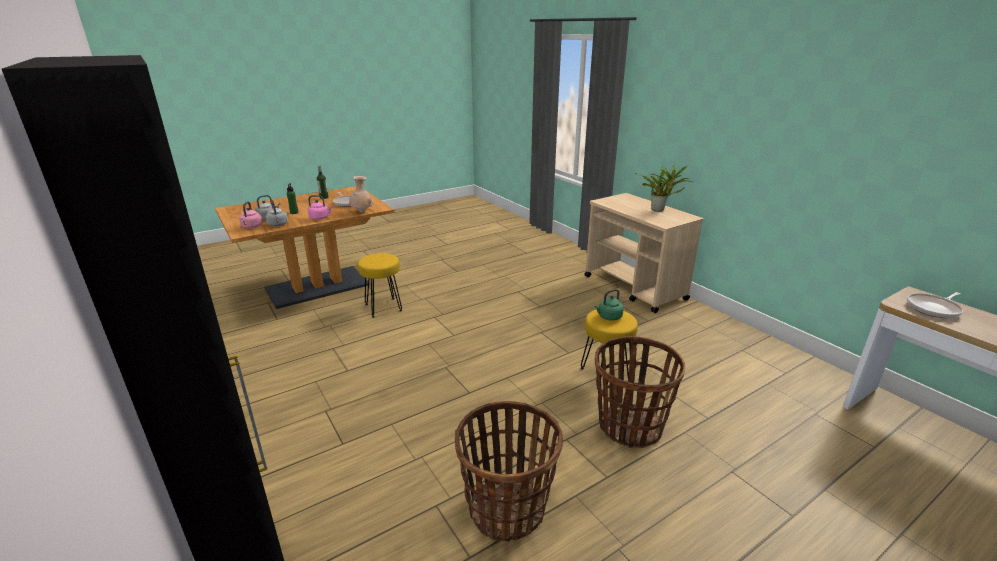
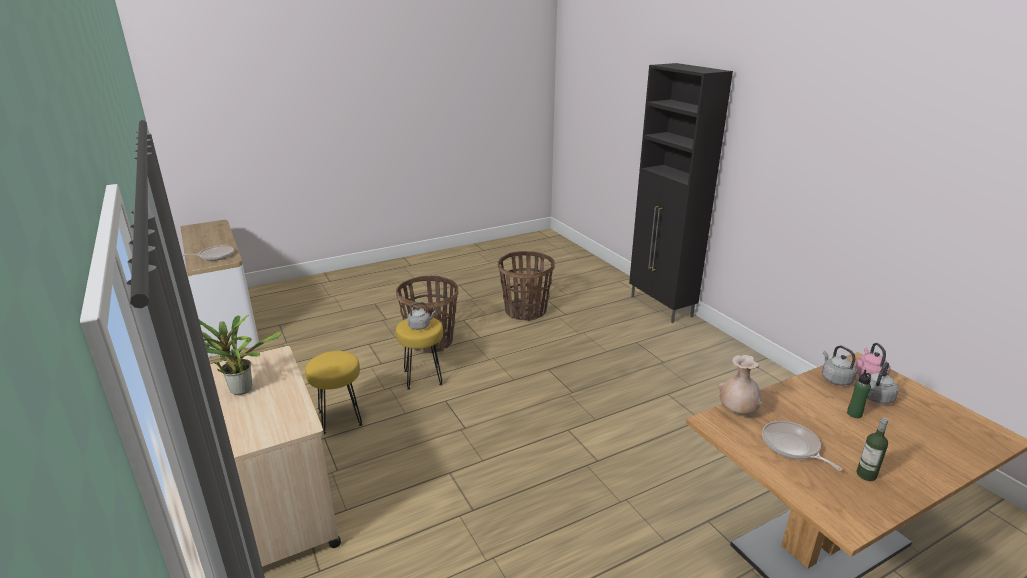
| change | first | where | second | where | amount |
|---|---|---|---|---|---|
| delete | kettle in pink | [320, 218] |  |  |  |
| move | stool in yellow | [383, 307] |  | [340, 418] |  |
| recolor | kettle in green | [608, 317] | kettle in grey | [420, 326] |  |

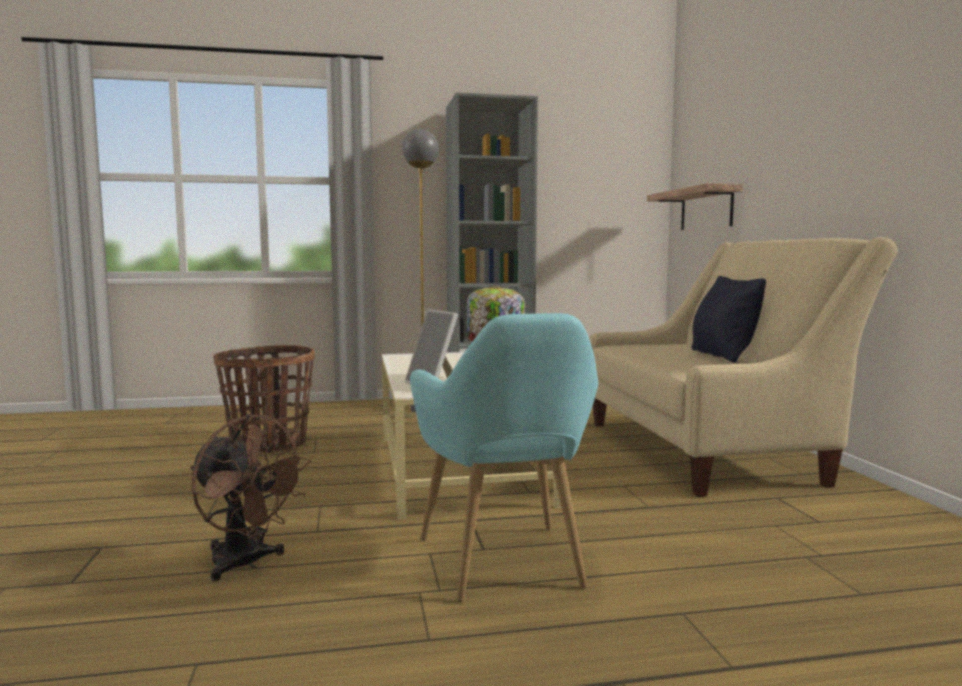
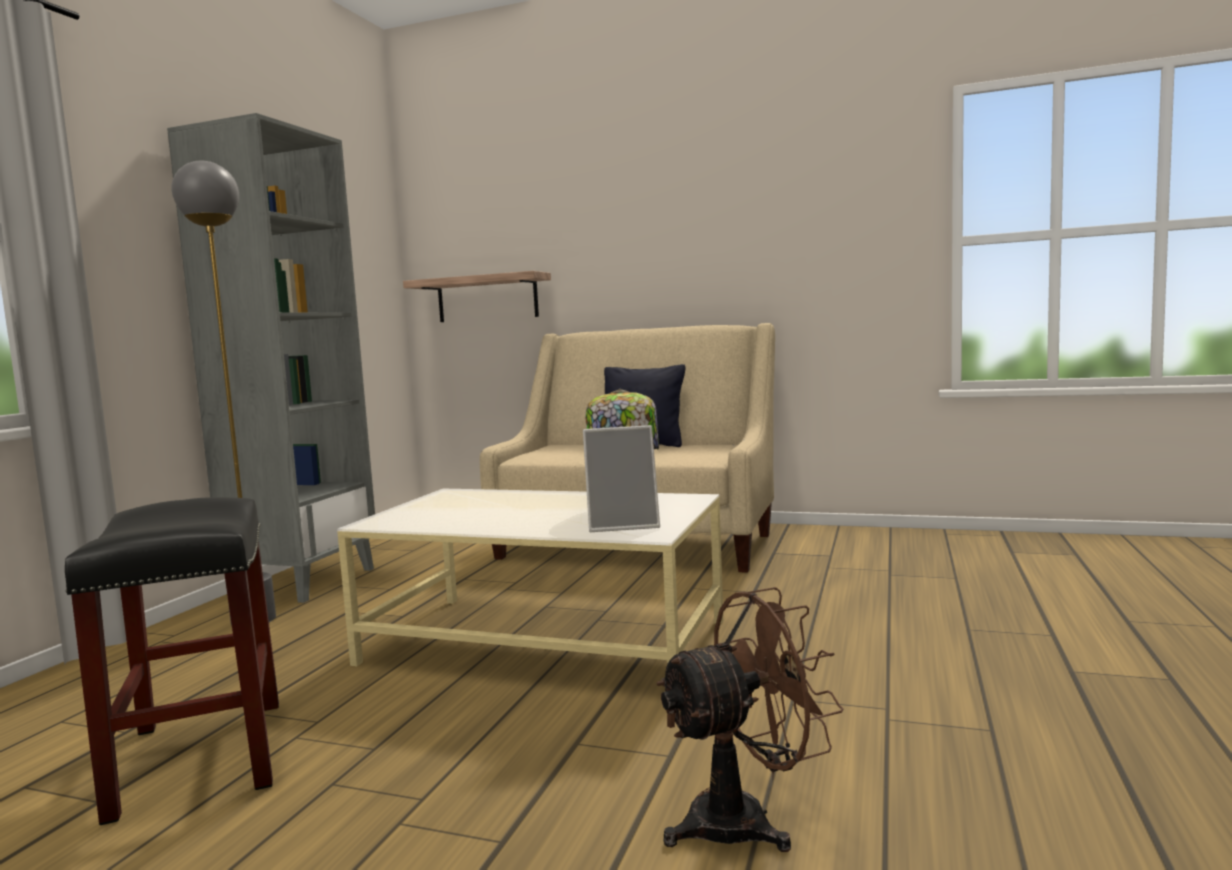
| change | first | where | second | where | amount |
|---|---|---|---|---|---|
| delete | armchair in turquoise | [506, 568] |  |  |  |
| replace | basket | [268, 445] | stool in black | [202, 757] |  |

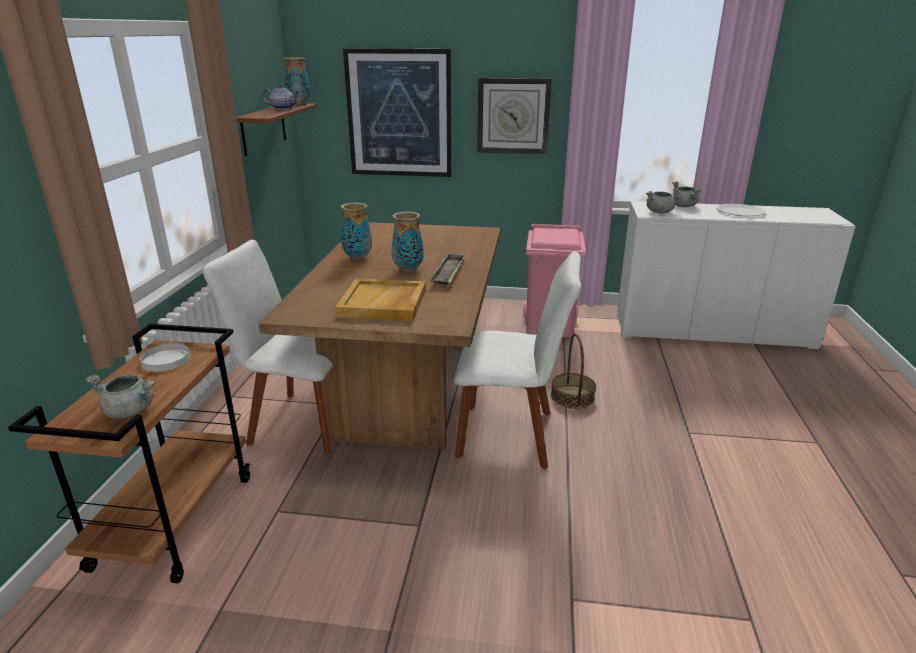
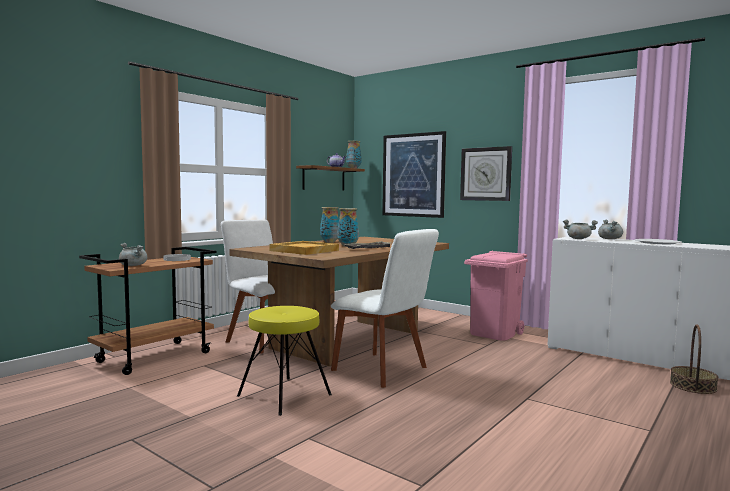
| change | first | where | second | where | amount |
|---|---|---|---|---|---|
| move | basket | [572, 397] |  | [693, 386] |  |
| insert |  |  | stool in yellow | [283, 395] |  |

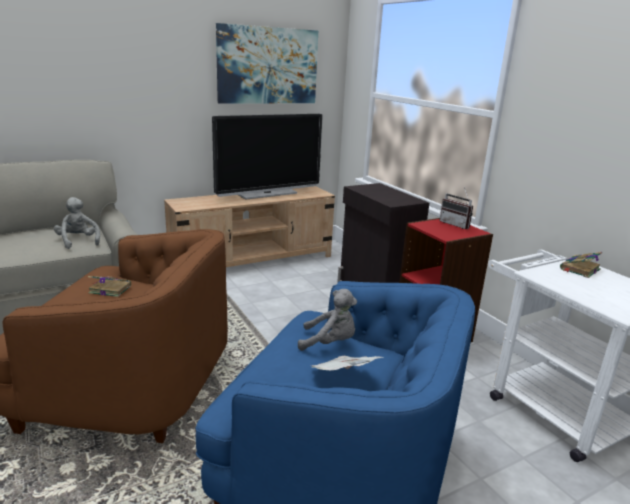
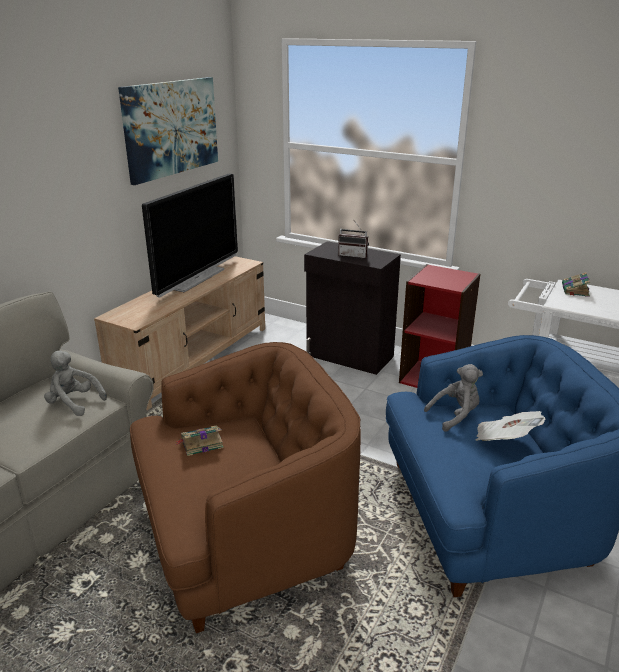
| change | first | where | second | where | amount |
|---|---|---|---|---|---|
| move | radio | [456, 224] |  | [353, 255] |  |

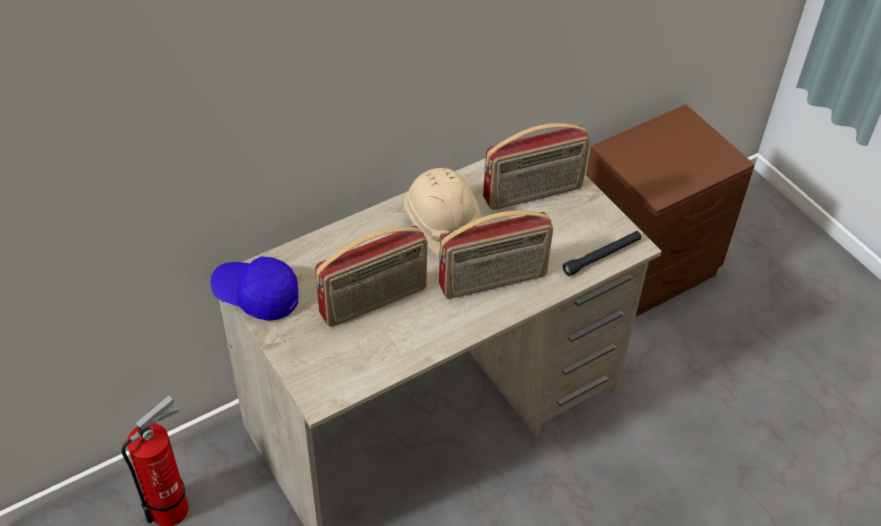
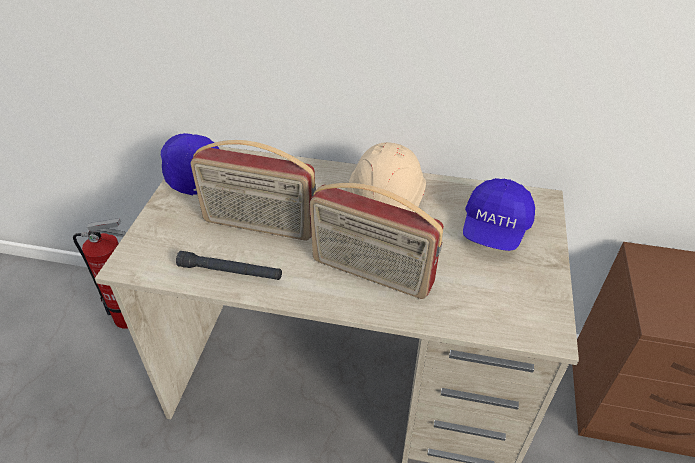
| change | first | where | second | where | amount |
|---|---|---|---|---|---|
| replace | radio | [533, 194] | cap in blue | [494, 229] |  |
| move | flashlight in black | [602, 256] |  | [230, 272] |  |

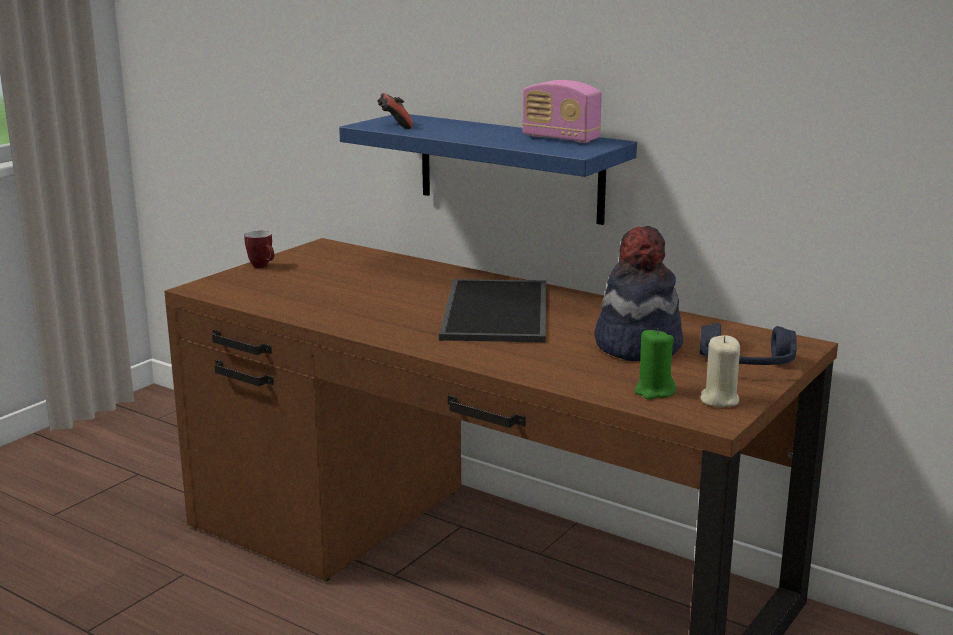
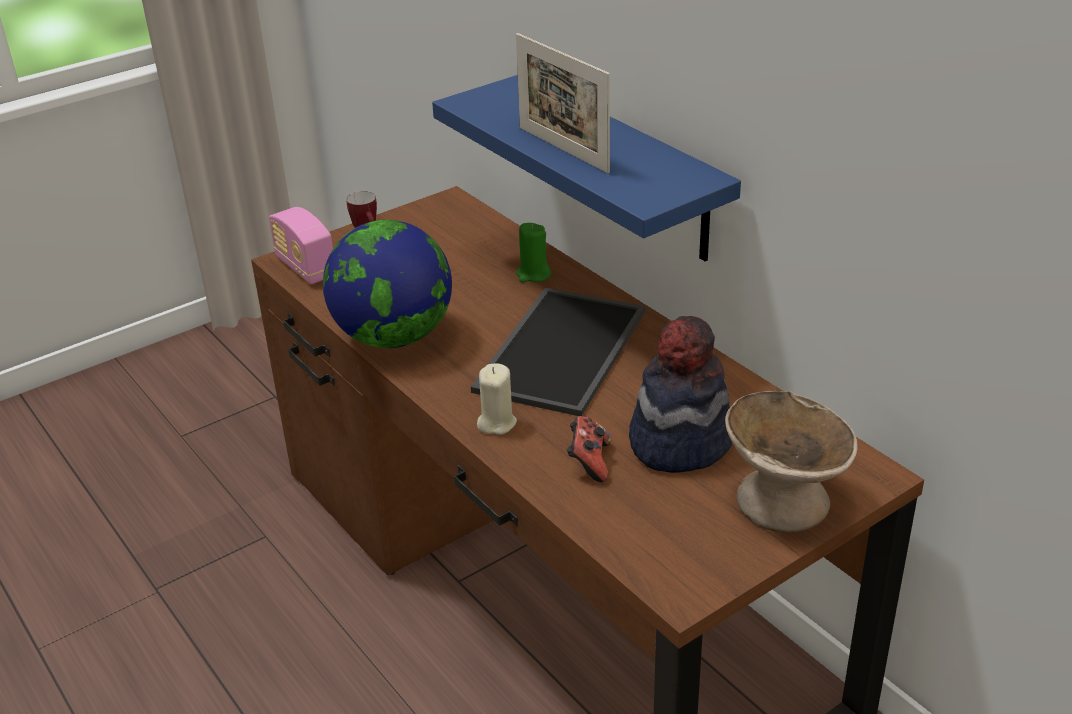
| change | first | where | second | where | amount |
|---|---|---|---|---|---|
| move | radio | [560, 138] |  | [305, 268] |  |
| move | game controller | [394, 125] |  | [589, 462] |  |
| replace | headphones in blue | [746, 365] | bowl in beige | [782, 502] |  |
| move | candle in green | [654, 392] |  | [533, 275] |  |
| move | candle in beige | [719, 400] |  | [496, 423] |  |
| insert |  |  | picture frame | [563, 149] |  |
| insert |  |  | globe | [394, 337] |  |

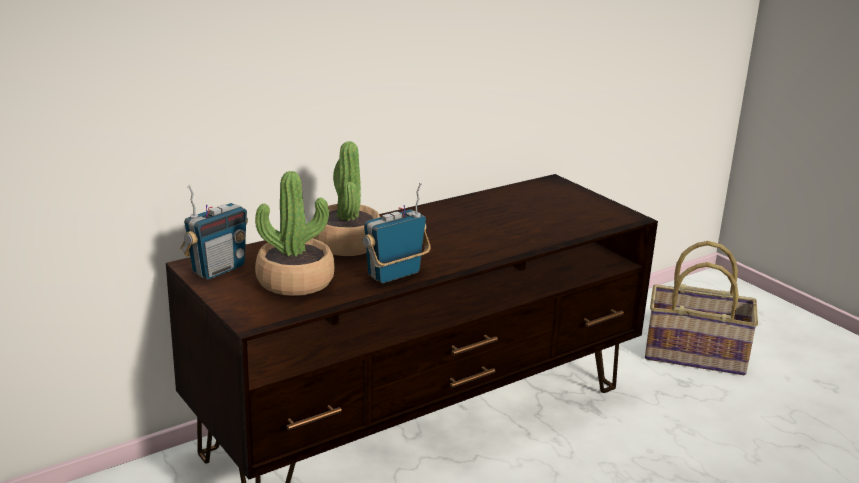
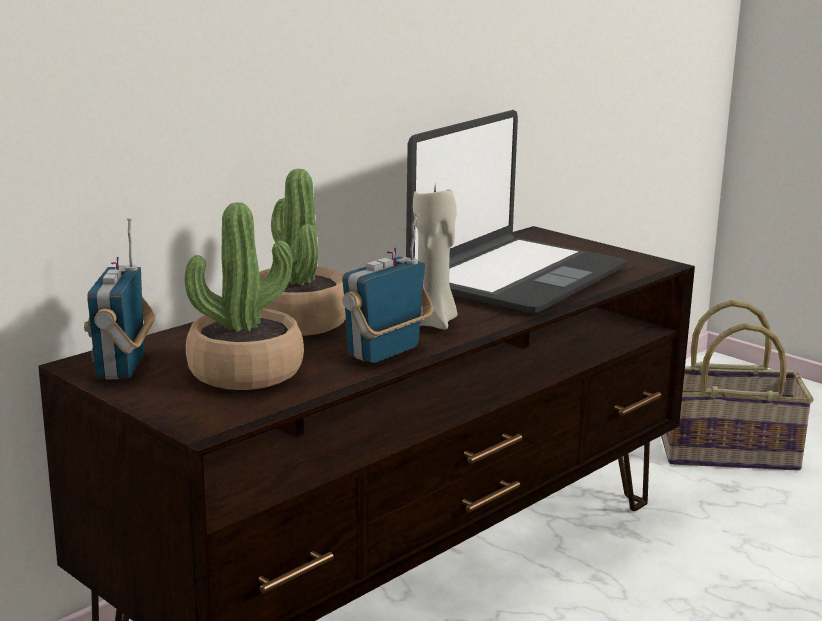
| change | first | where | second | where | amount |
|---|---|---|---|---|---|
| rotate | radio | [218, 269] |  | [123, 367] | 150 degrees clockwise |
| insert |  |  | laptop | [515, 277] |  |
| insert |  |  | candle in beige | [433, 323] |  |

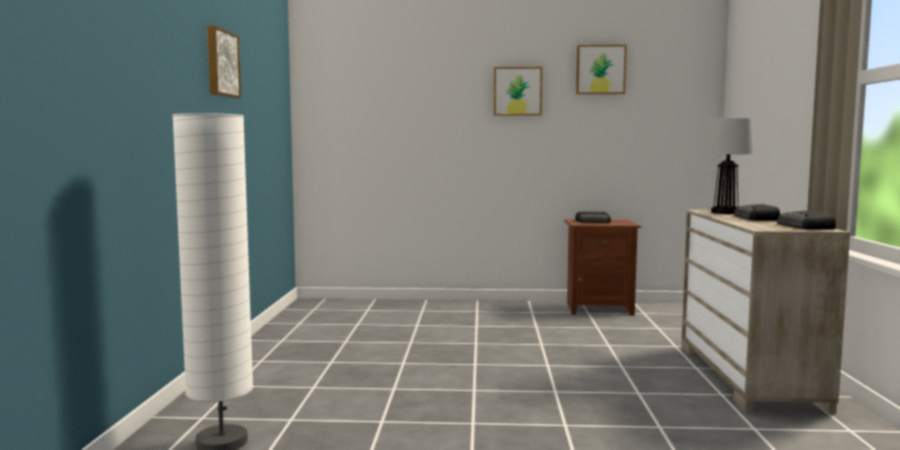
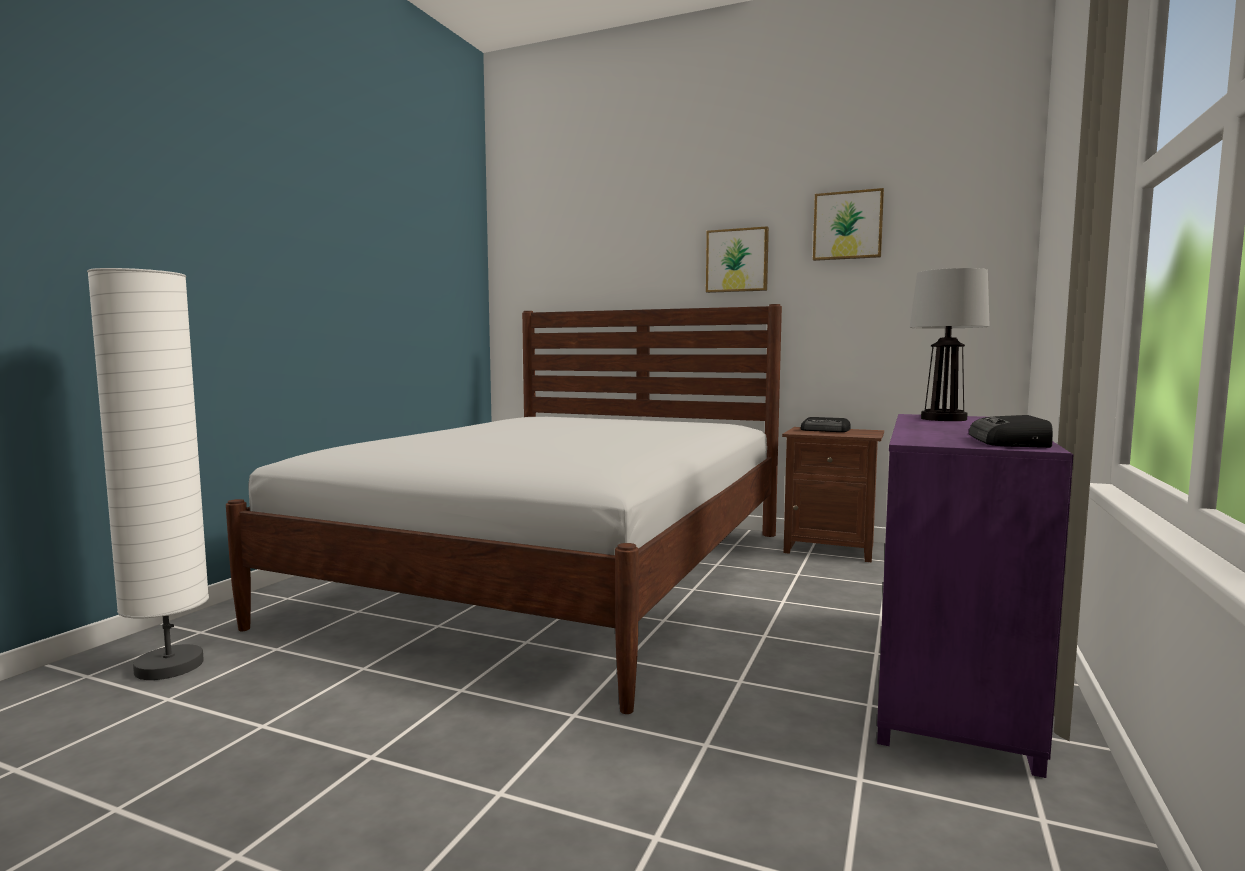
| change | first | where | second | where | amount |
|---|---|---|---|---|---|
| delete | picture | [221, 63] |  |  |  |
| delete | radio | [757, 218] |  |  |  |
| recolor | dresser in beige | [749, 375] | dresser in purple | [952, 679] |  |
| insert |  |  | bed in white | [560, 573] |  |

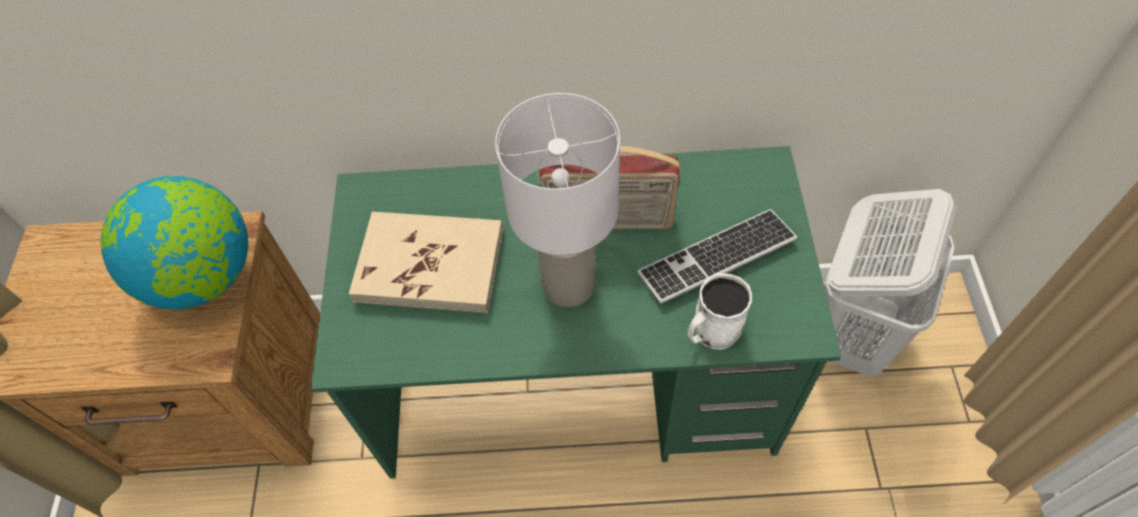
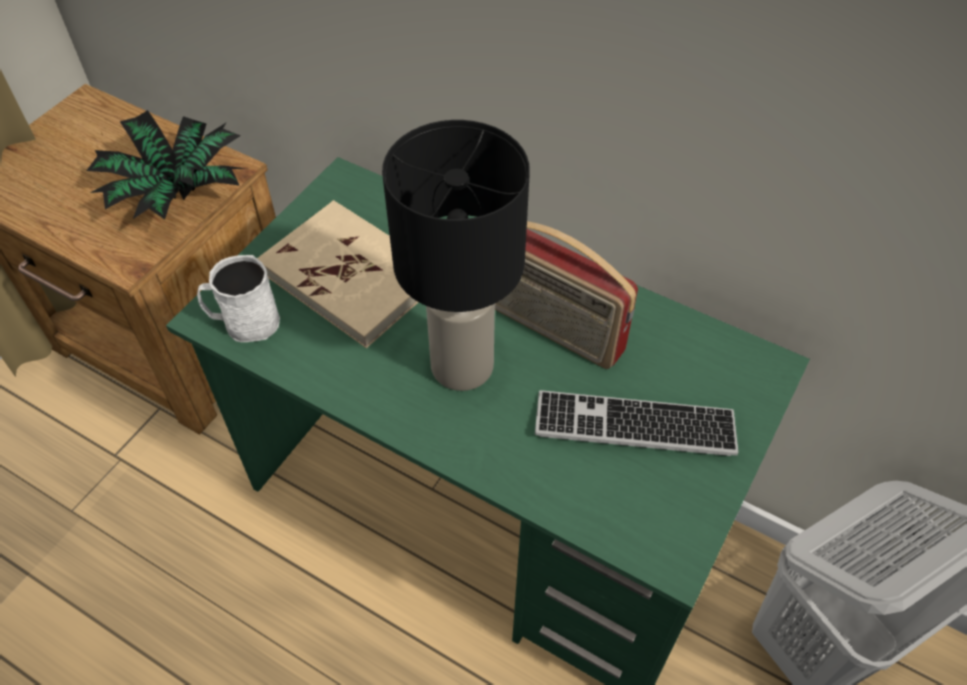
| change | first | where | second | where | amount |
|---|---|---|---|---|---|
| recolor | table lamp in white | [567, 286] | table lamp in black | [460, 367] |  |
| replace | globe | [204, 277] | potted plant | [177, 193] |  |
| move | mug in white | [711, 331] |  | [244, 323] |  |

